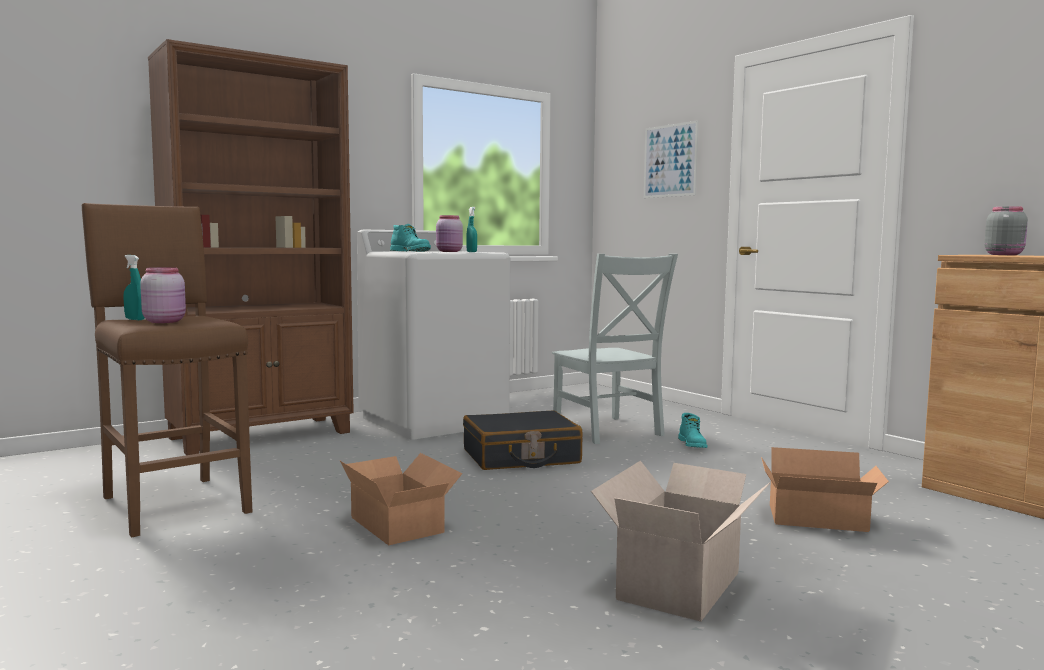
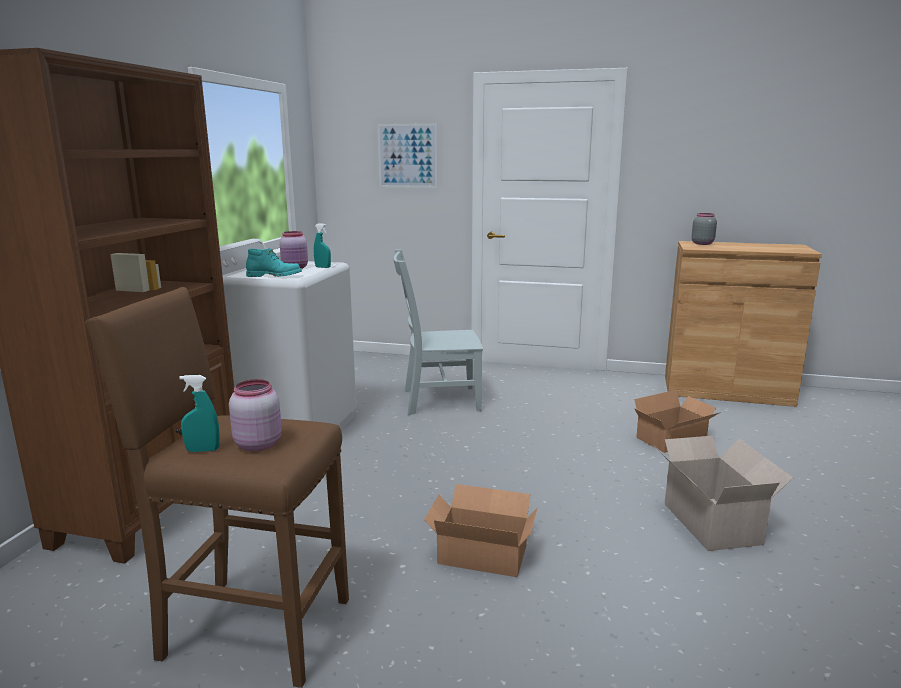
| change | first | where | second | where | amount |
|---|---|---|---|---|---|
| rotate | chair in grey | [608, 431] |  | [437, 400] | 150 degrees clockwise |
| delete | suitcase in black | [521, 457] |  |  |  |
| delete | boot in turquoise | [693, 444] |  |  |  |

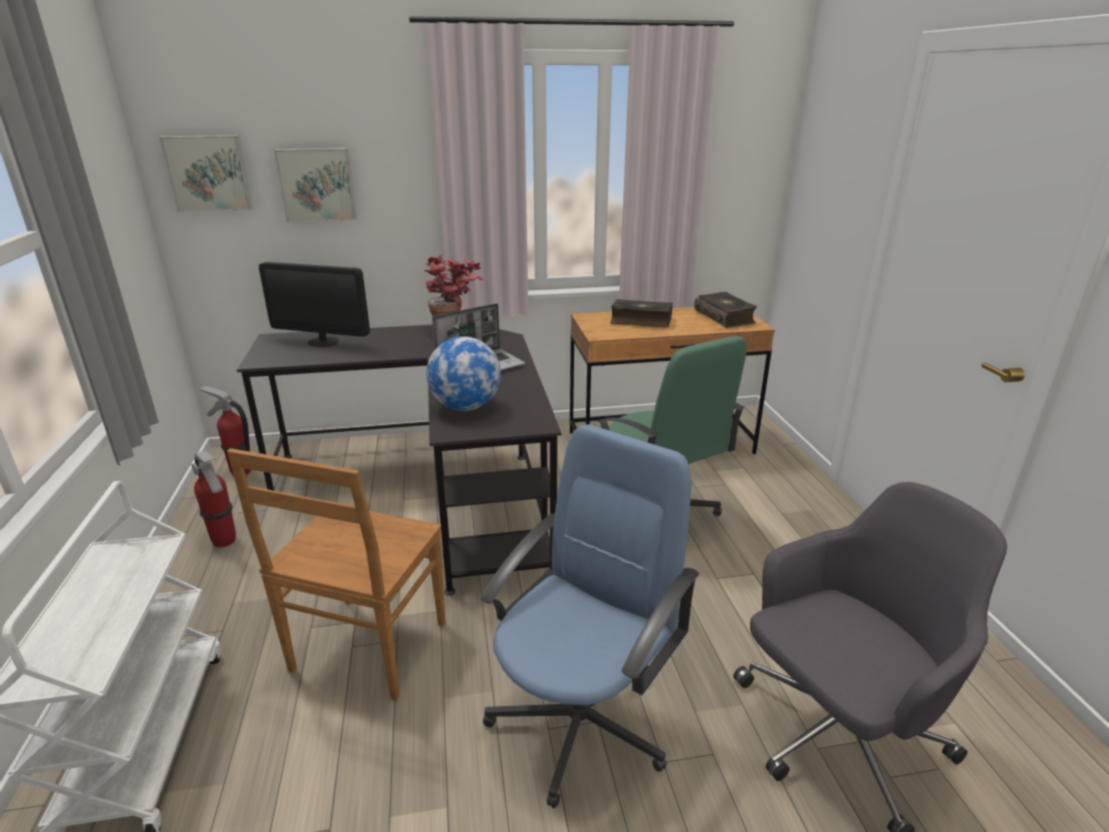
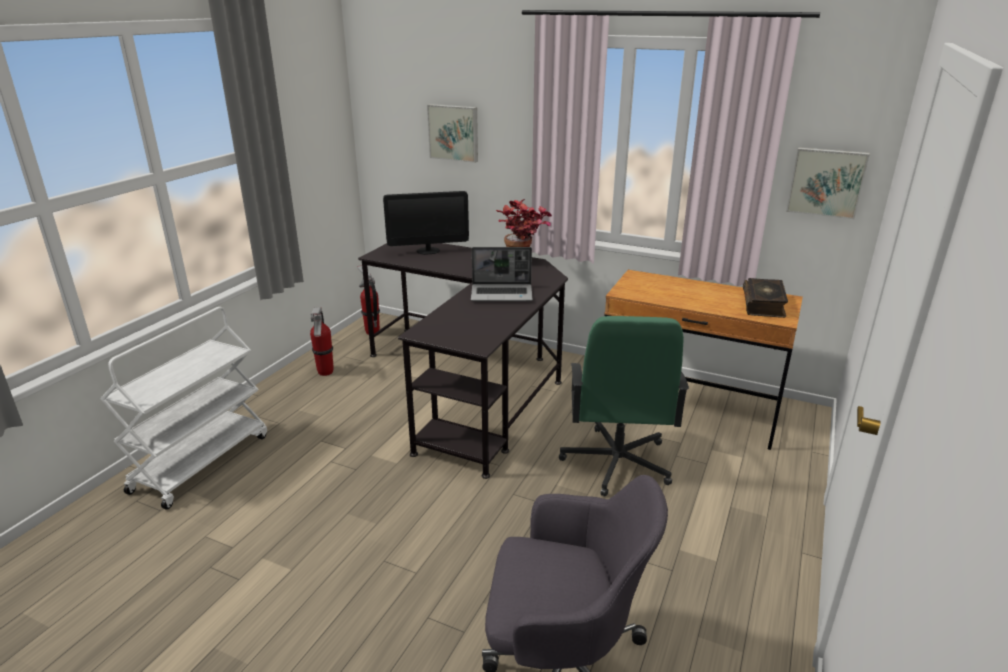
| change | first | where | second | where | amount |
|---|---|---|---|---|---|
| move | picture | [208, 173] |  | [826, 182] |  |
| rotate | monitor | [323, 342] |  | [428, 251] | 60 degrees counterclockwise |
| delete | book | [641, 321] |  |  |  |
| delete | globe | [466, 407] |  |  |  |
| delete | office chair in blue | [581, 720] |  |  |  |
| delete | chair in brown | [367, 649] |  |  |  |

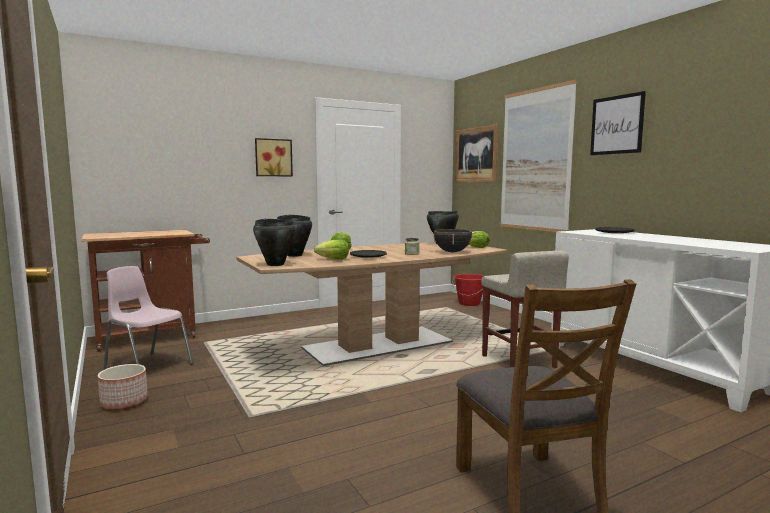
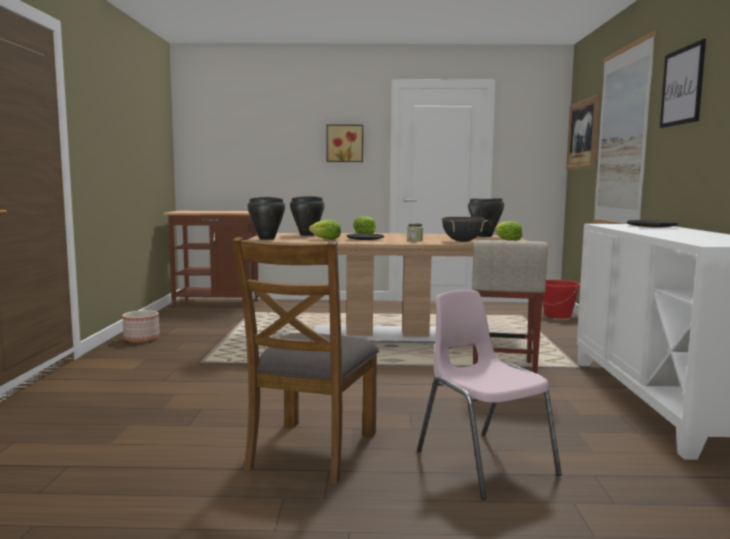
| change | first | where | second | where | amount |
|---|---|---|---|---|---|
| move | chair in pink | [147, 366] |  | [484, 462] |  |

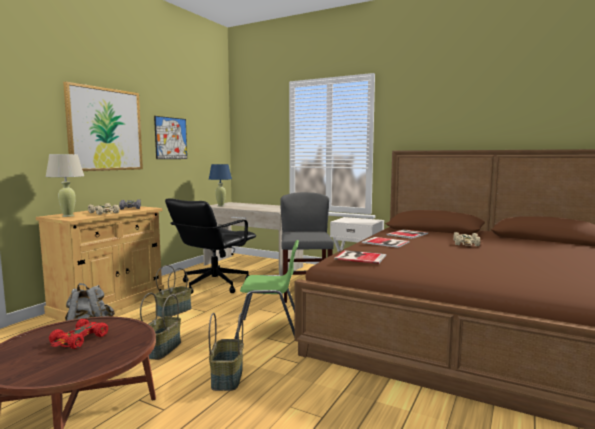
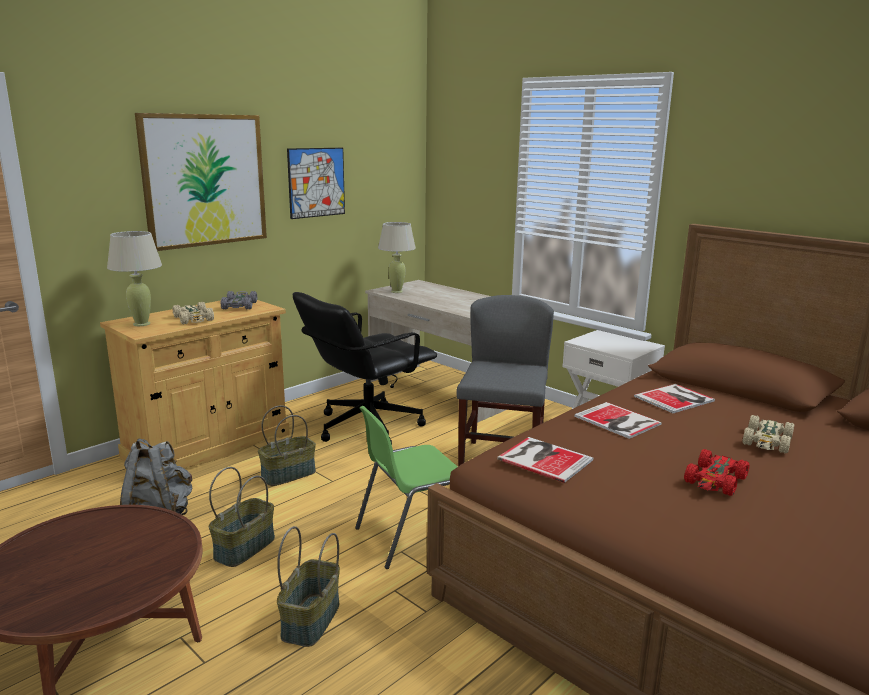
| change | first | where | second | where | amount |
|---|---|---|---|---|---|
| recolor | table lamp in blue | [220, 206] | table lamp in beige | [396, 291] |  |
| rotate | chair in green | [270, 330] |  | [411, 536] | 135 degrees clockwise |
| move | toy car in red | [79, 340] |  | [715, 481] |  |

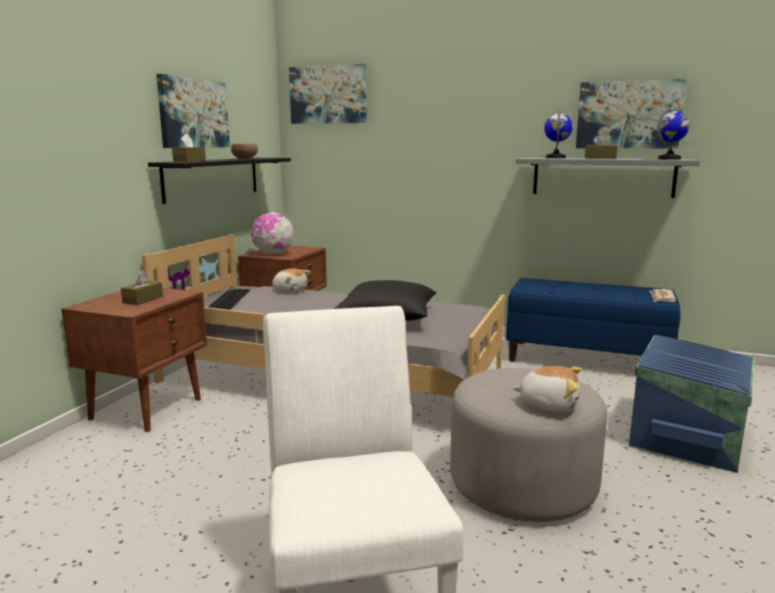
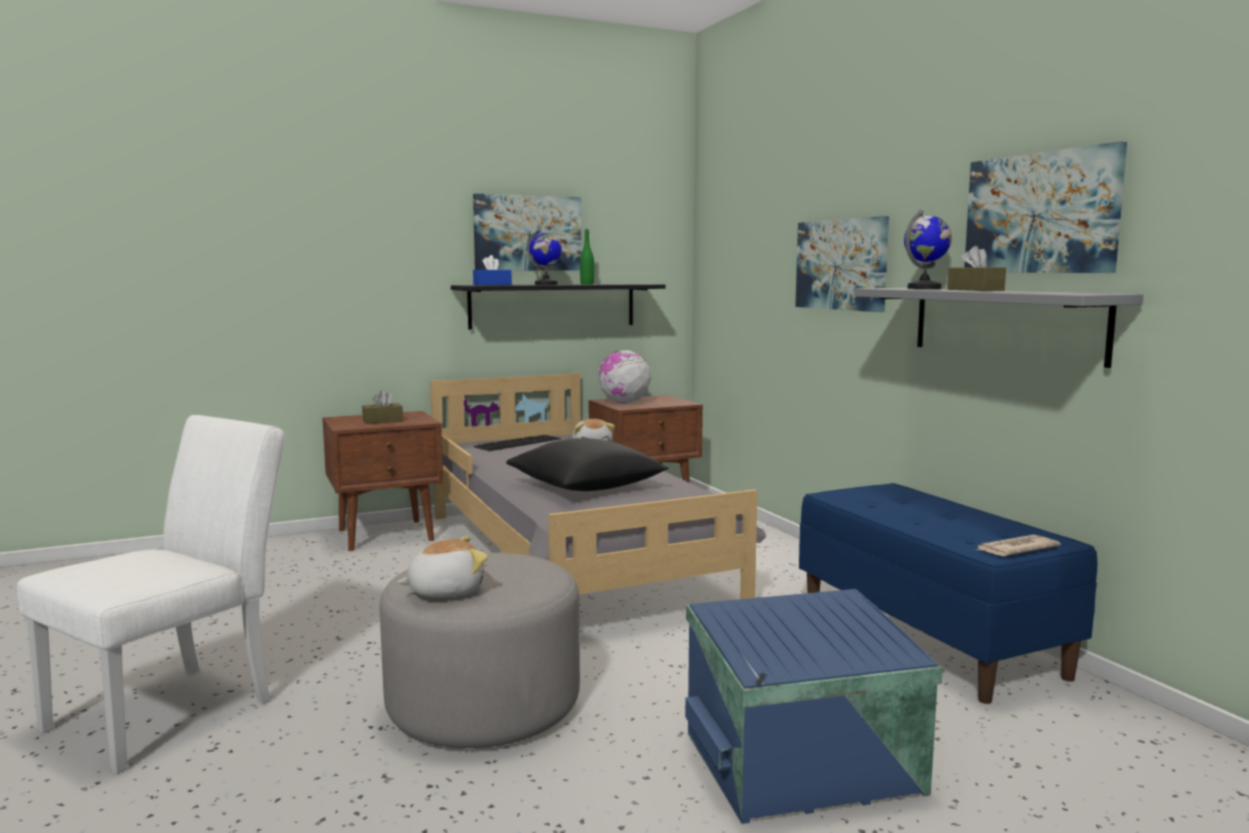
| change | first | where | second | where | amount |
|---|---|---|---|---|---|
| move | picture | [328, 95] |  | [842, 264] |  |
| move | globe | [669, 159] |  | [546, 284] |  |
| recolor | tissue box in brown | [189, 161] | tissue box in blue | [492, 285] |  |
| replace | bowl in brown | [244, 159] | bottle in green | [587, 284] |  |
| rotate | plush toy | [548, 404] |  | [445, 591] | 90 degrees counterclockwise |

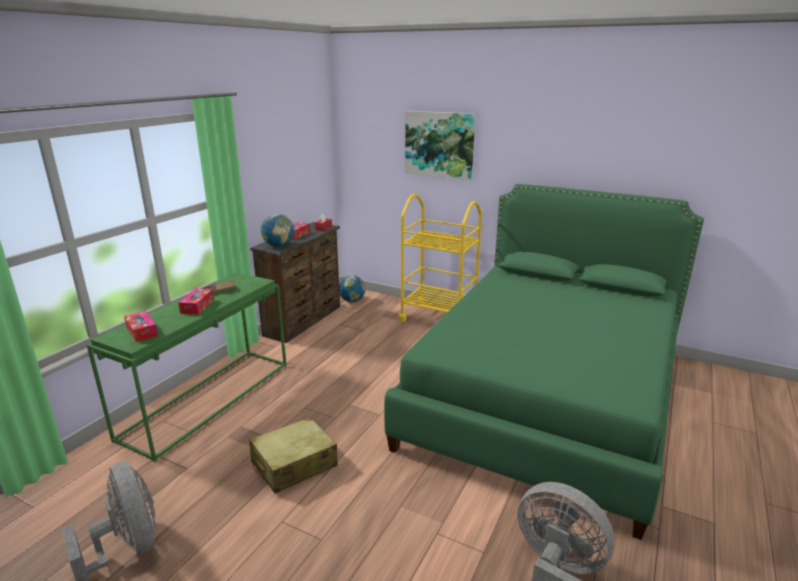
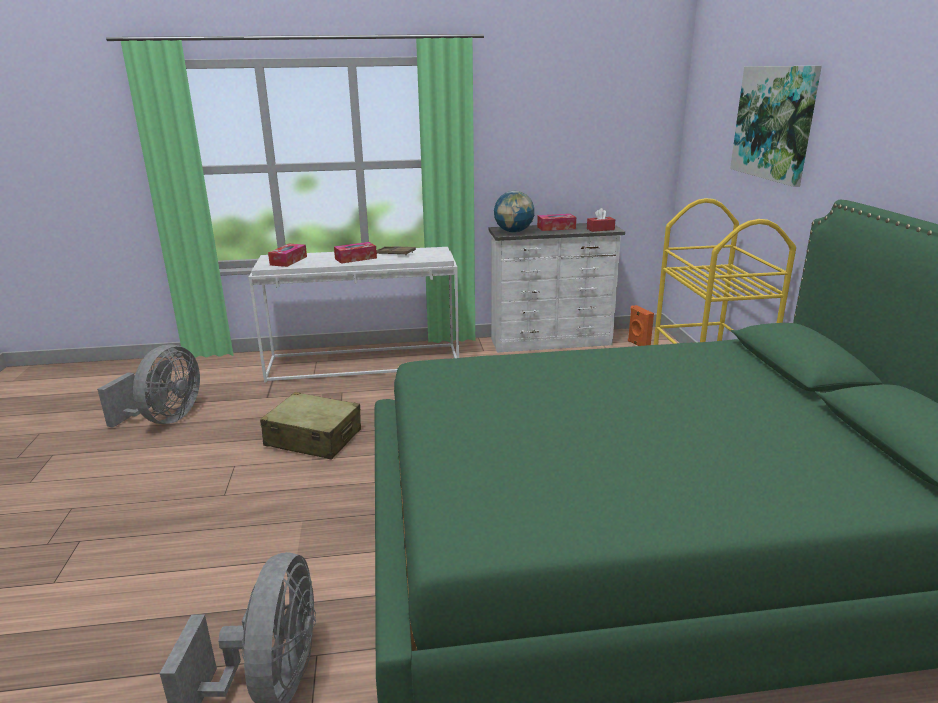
| change | first | where | second | where | amount |
|---|---|---|---|---|---|
| recolor | dresser in brown | [304, 321] | dresser in white | [552, 342] |  |
| recolor | console table in green | [208, 398] | console table in white | [365, 363] |  |
| replace | globe | [352, 301] | speaker in orange | [638, 345] |  |

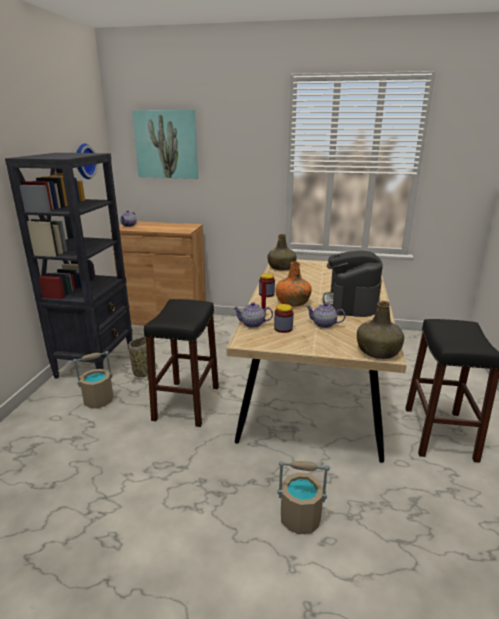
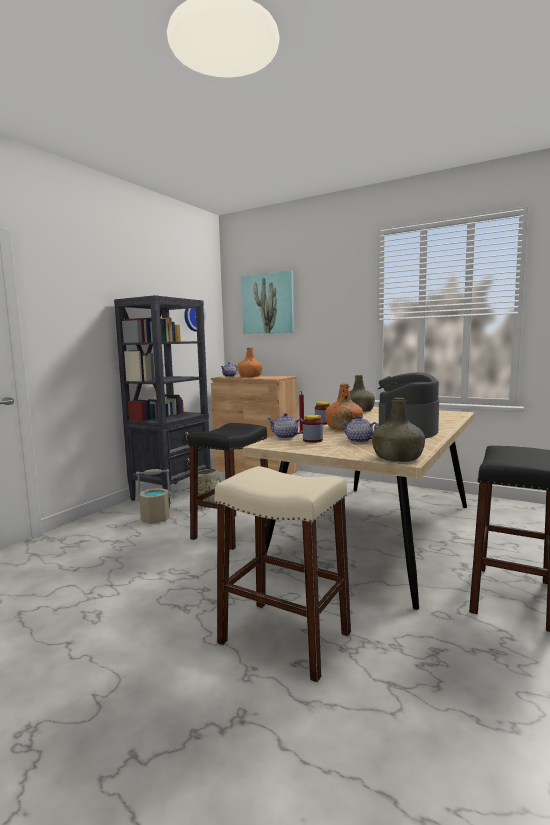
| change | first | where | second | where | amount |
|---|---|---|---|---|---|
| replace | bucket in beige | [300, 518] | stool in beige | [284, 638] |  |
| insert |  |  | bottle in orange | [250, 376] |  |

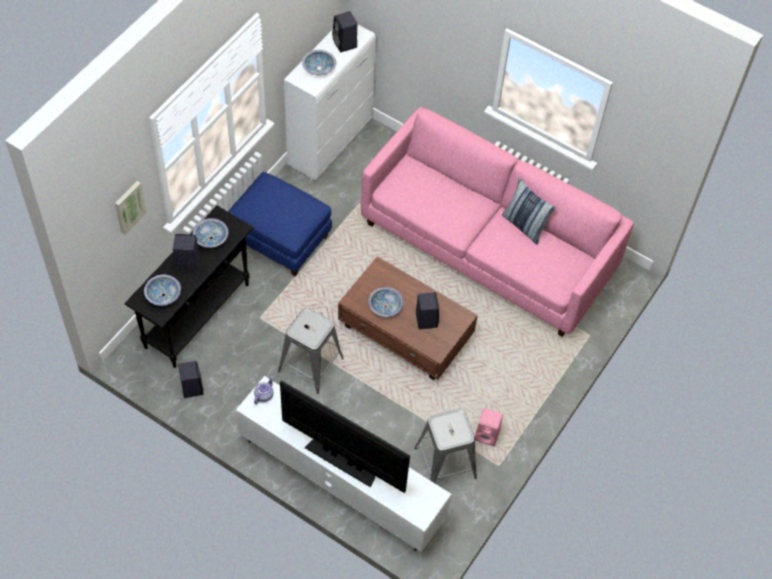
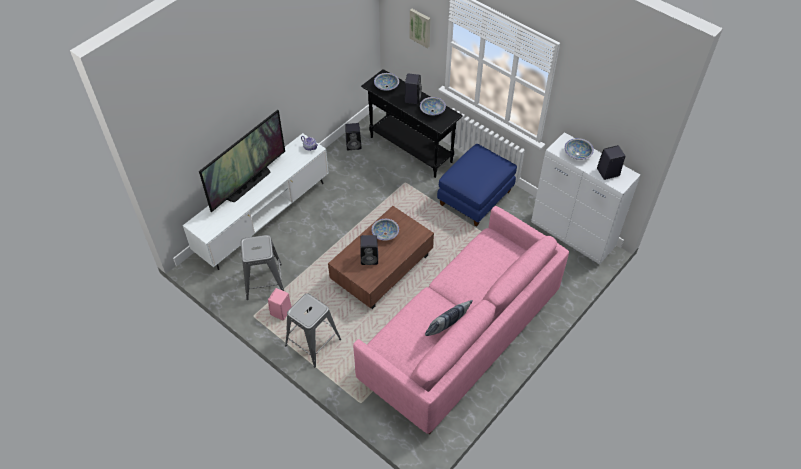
| change | first | where | second | where | amount |
|---|---|---|---|---|---|
| move | stool in grey | [311, 364] |  | [313, 343] |  |

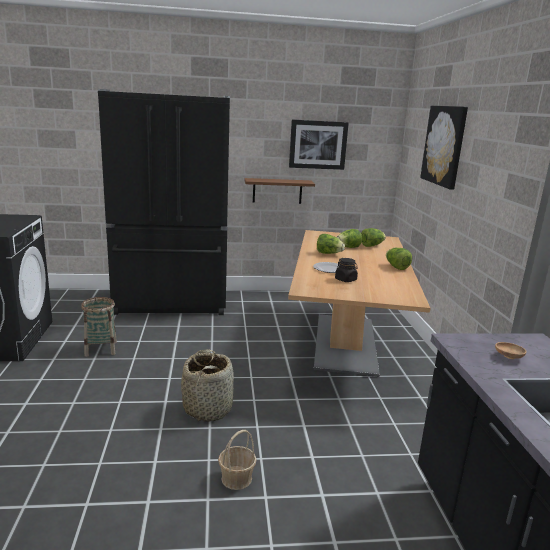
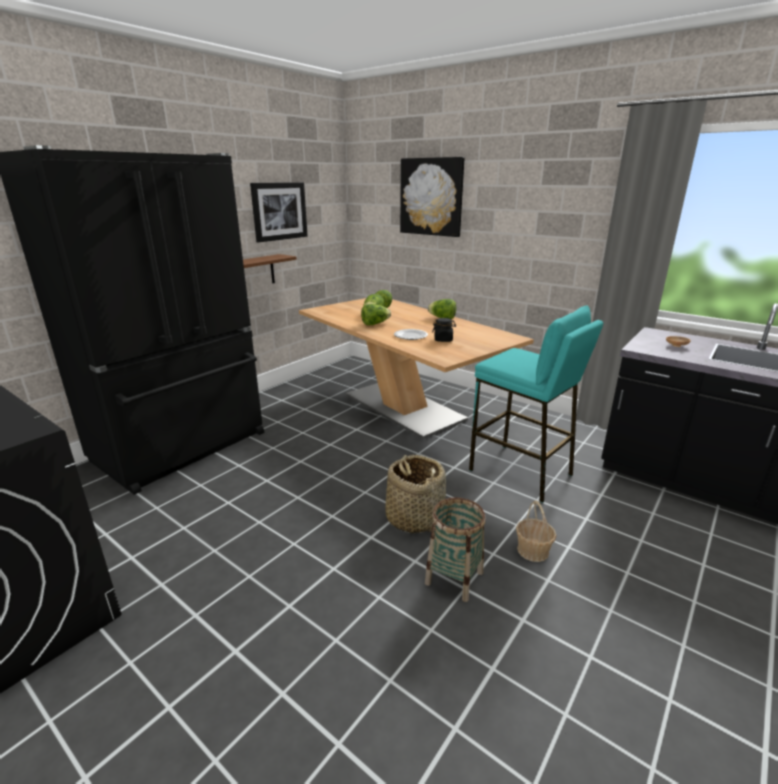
| change | first | where | second | where | amount |
|---|---|---|---|---|---|
| move | basket | [101, 349] |  | [454, 577] |  |
| insert |  |  | stool in turquoise | [521, 472] |  |

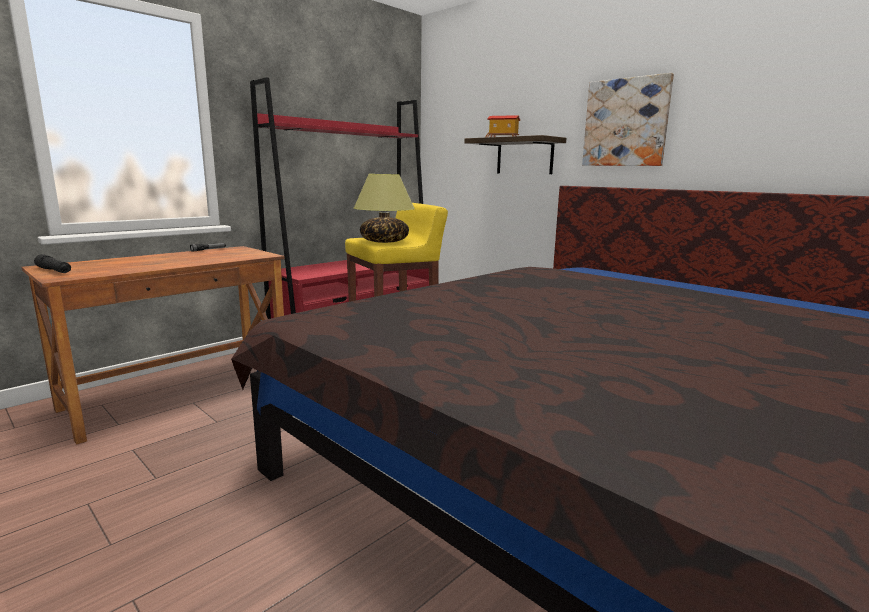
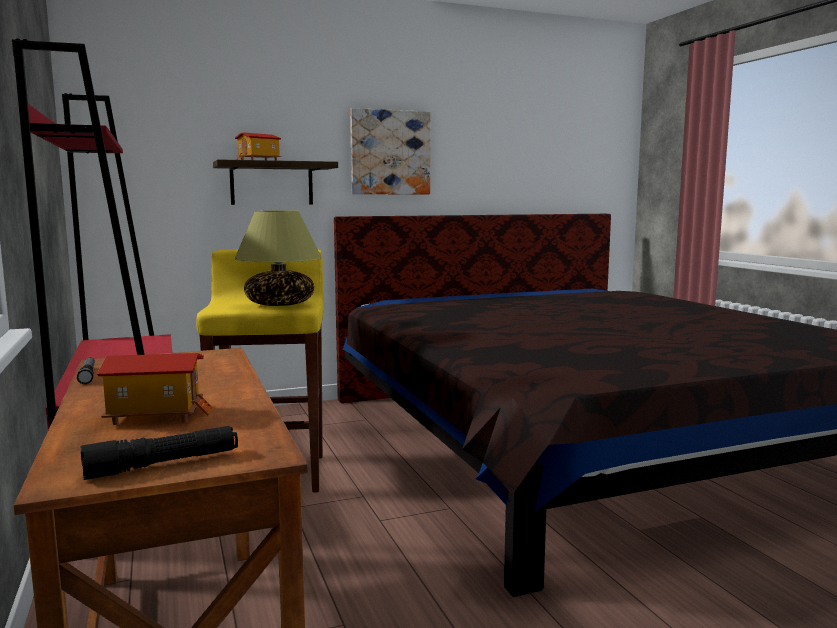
| change | first | where | second | where | amount |
|---|---|---|---|---|---|
| insert |  |  | toy house | [157, 415] |  |

